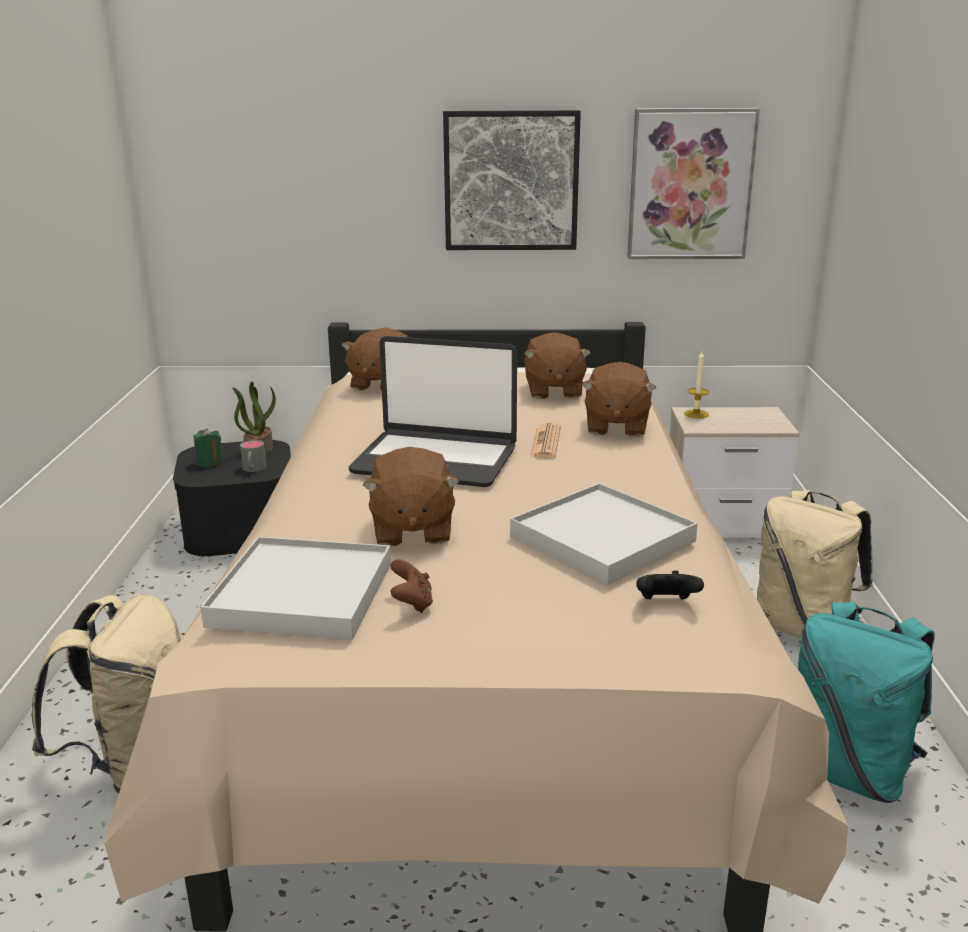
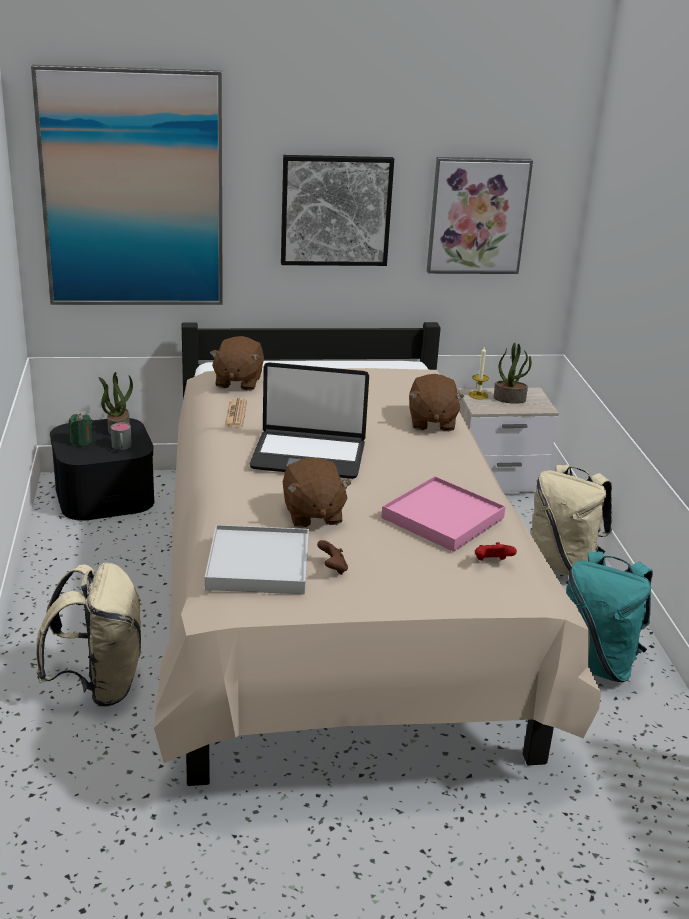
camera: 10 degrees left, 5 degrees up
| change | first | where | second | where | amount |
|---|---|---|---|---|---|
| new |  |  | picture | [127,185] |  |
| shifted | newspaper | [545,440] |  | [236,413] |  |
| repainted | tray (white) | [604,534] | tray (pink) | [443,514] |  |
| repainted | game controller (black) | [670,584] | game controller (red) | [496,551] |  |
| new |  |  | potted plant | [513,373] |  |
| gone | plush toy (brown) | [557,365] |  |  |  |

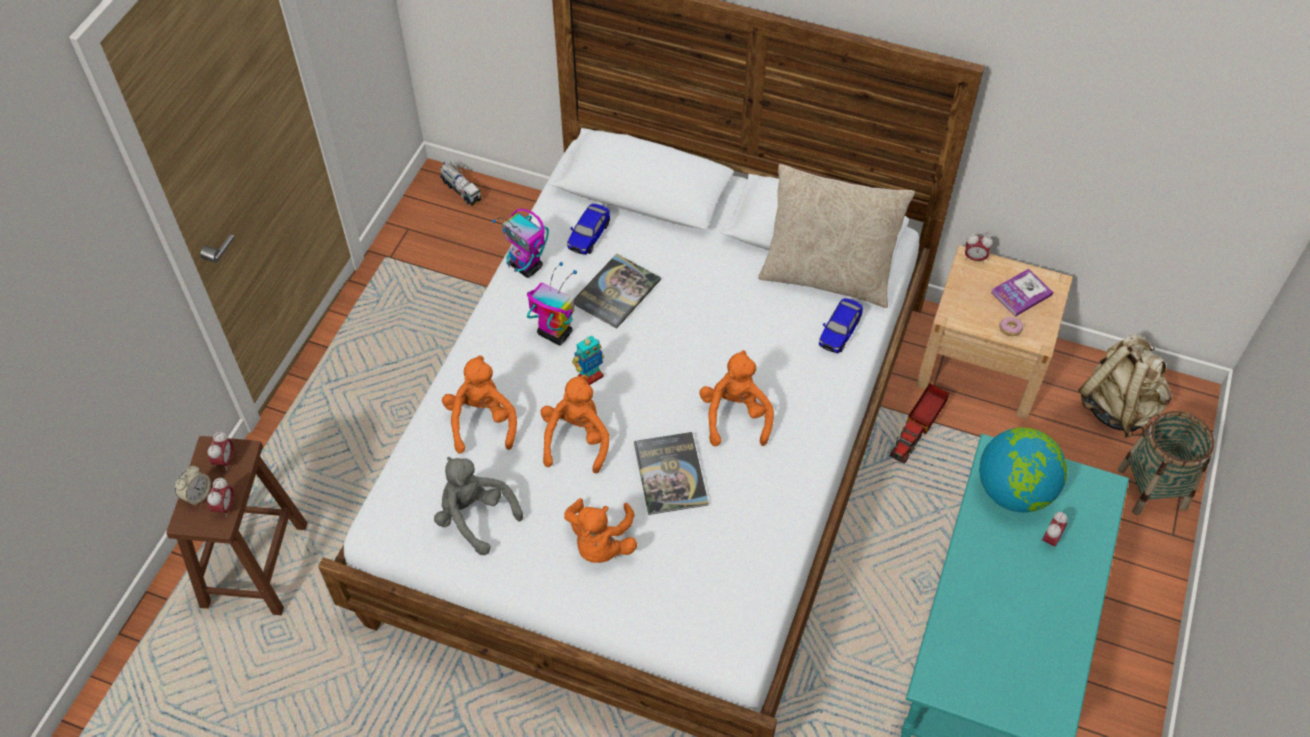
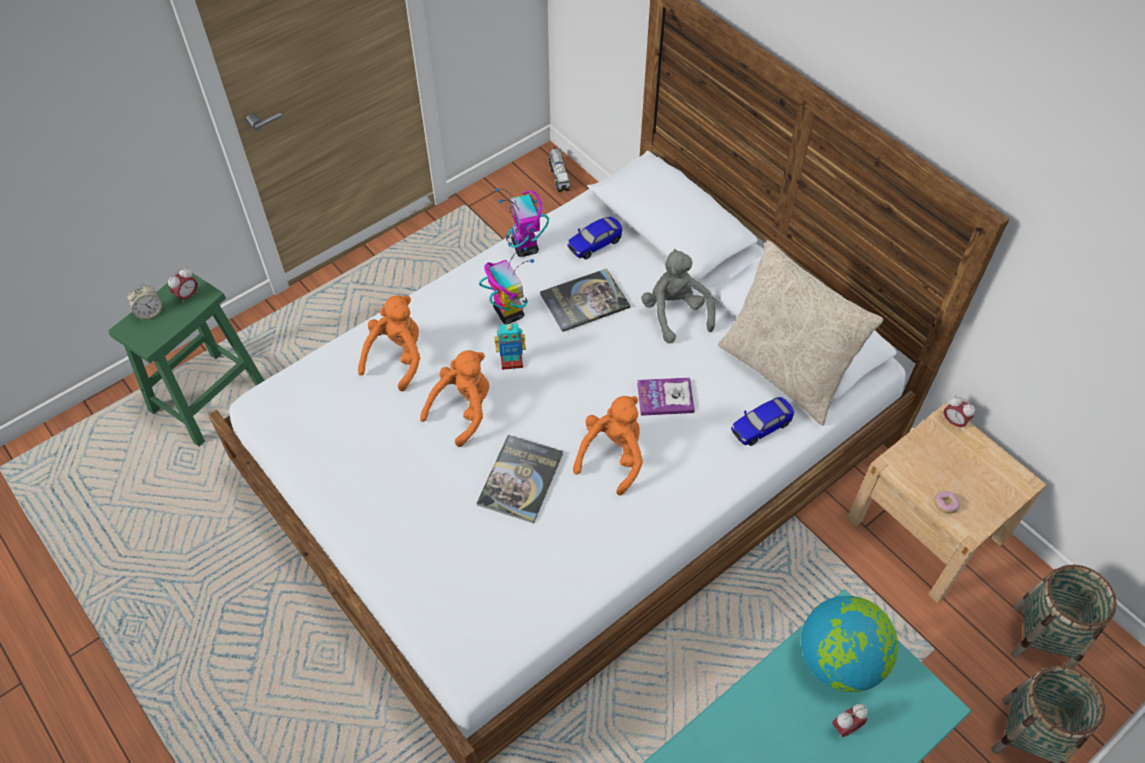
camera: 30 degrees right, 0 degrees up
| change | first | where | second | where | amount |
|---|---|---|---|---|---|
| repainted | stool (brown) | [237,525] | stool (green) | [186,360] |  |
| shifted | book | [1022,292] |  | [666,396] |  |
| shifted | plush toy (grey) | [478,506] |  | [678,296] |  |
| swapped | backpack (beige) | [1125,386] | basket | [1064,616] |  |
| gone | alarm clock | [220,497] |  |  |  |
| gone | plush toy (orange) | [600,530] |  |  |  |
| gone | toy truck | [919,423] |  |  |  |

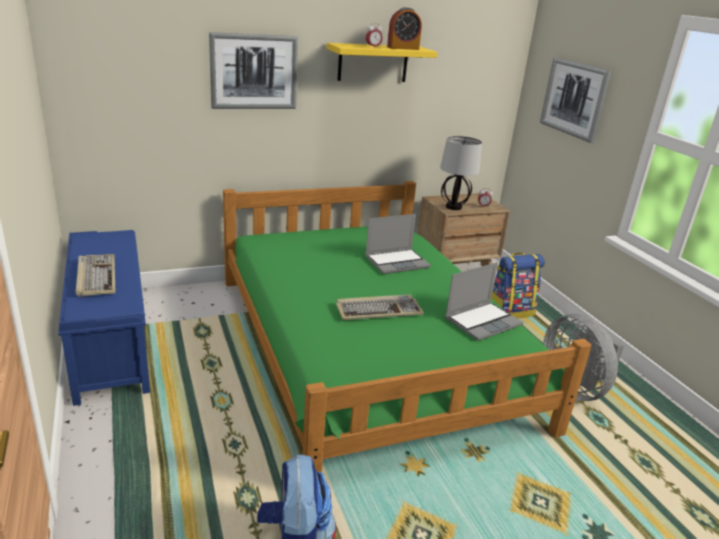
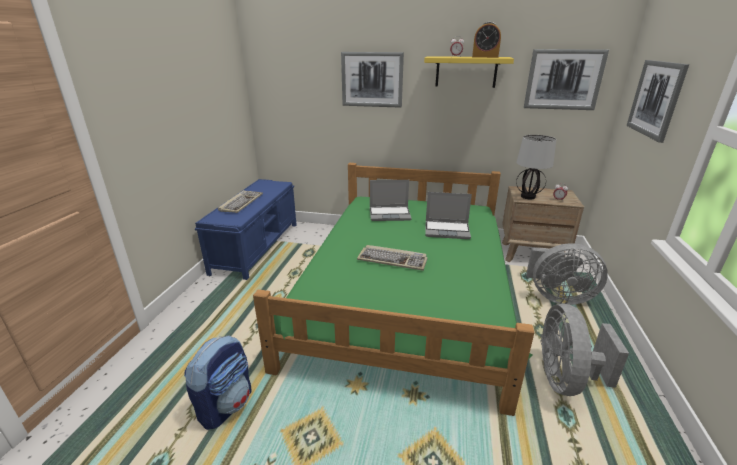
camera: 35 degrees right, 0 degrees up
| change | first | where | second | where | amount |
|---|---|---|---|---|---|
| shifted | laptop | [484,301] |  | [391,200] |  |
| new |  |  | picture | [566,79] |  |
| swapped | backpack | [518,285] | fan (grey) | [567,274] |  |

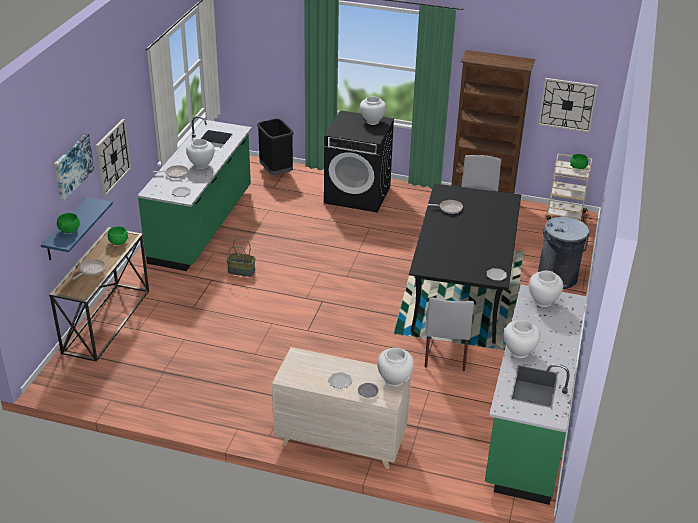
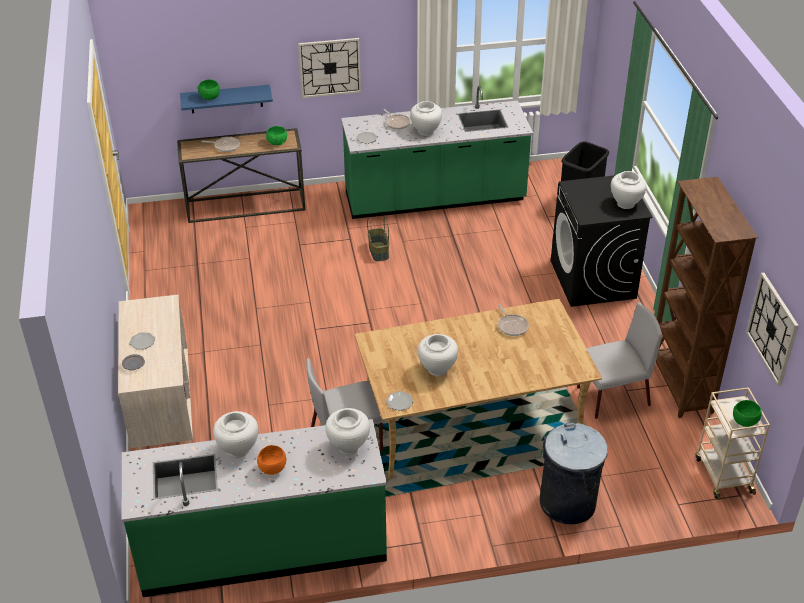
camera: 65 degrees right, 5 degrees up
| change | first | where | second | where | amount |
|---|---|---|---|---|---|
| new |  |  | bowl (orange) | [271,460] |  |
| repainted | dining table (black) | [465,264] | dining table (beige) | [478,389] |  |
| shifted | vase (white) | [395,367] |  | [438,355] |  |
| gone | picture | [74,167] |  |  |  |

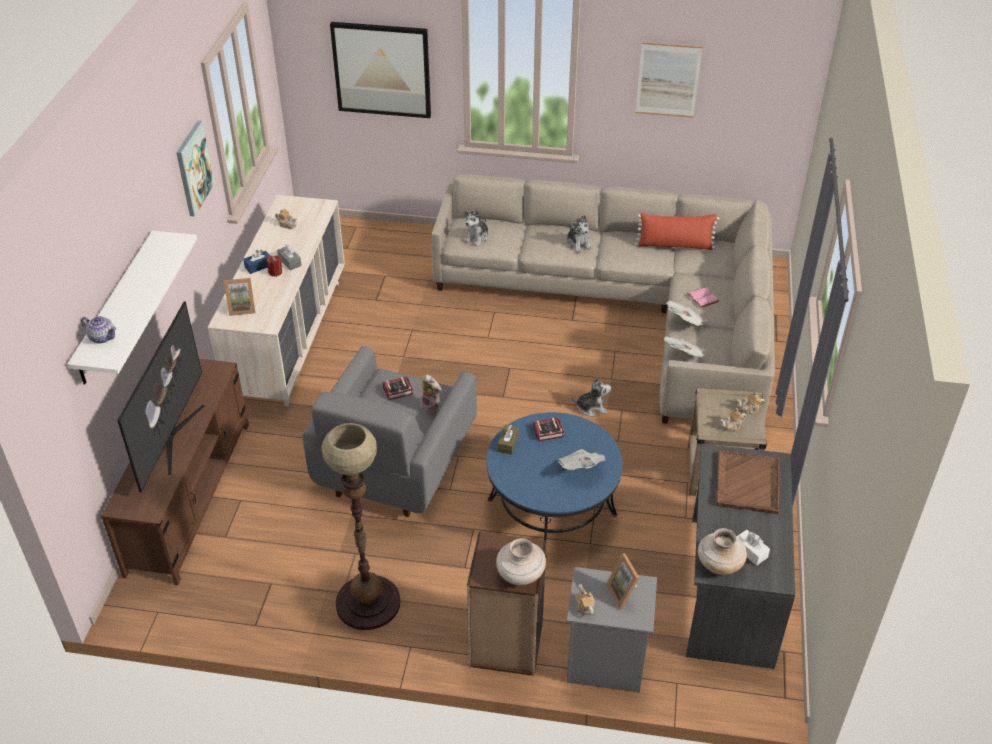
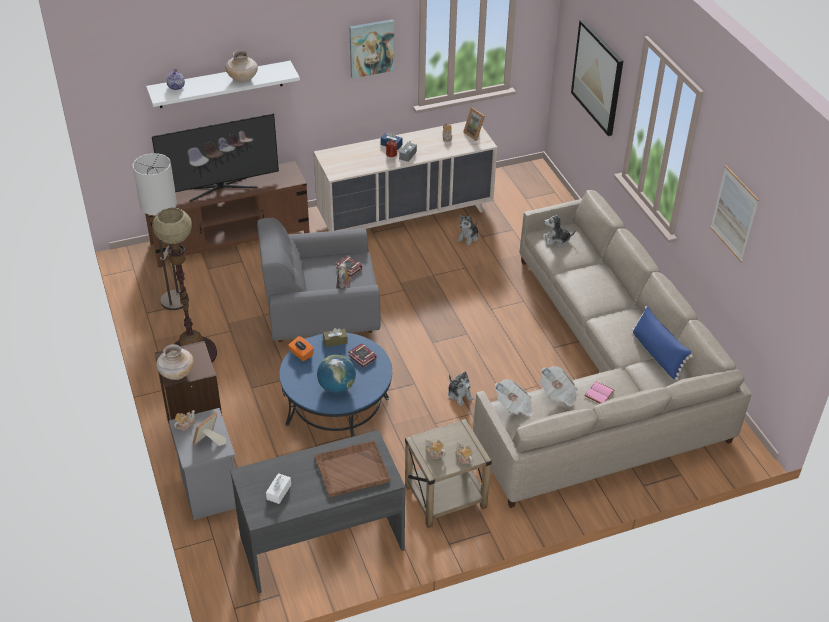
camera: 60 degrees right, 0 degrees up
| change | first | where | second | where | amount |
|---|---|---|---|---|---|
| new |  |  | floor lamp | [161,231] |  |
| shifted | vase (beige) | [722,551] |  | [241,66] |  |
| new |  |  | tissue box (orange) | [301,348] |  |
| swapped | newspaper | [581,459] | globe | [336,374] |  |
| shifted | plush toy | [579,234] |  | [468,230] |  |
| shifted | picture frame | [240,297] |  | [474,124] |  |
| repainted | pillow (red) | [677,231] | pillow (blue) | [662,343] |  |

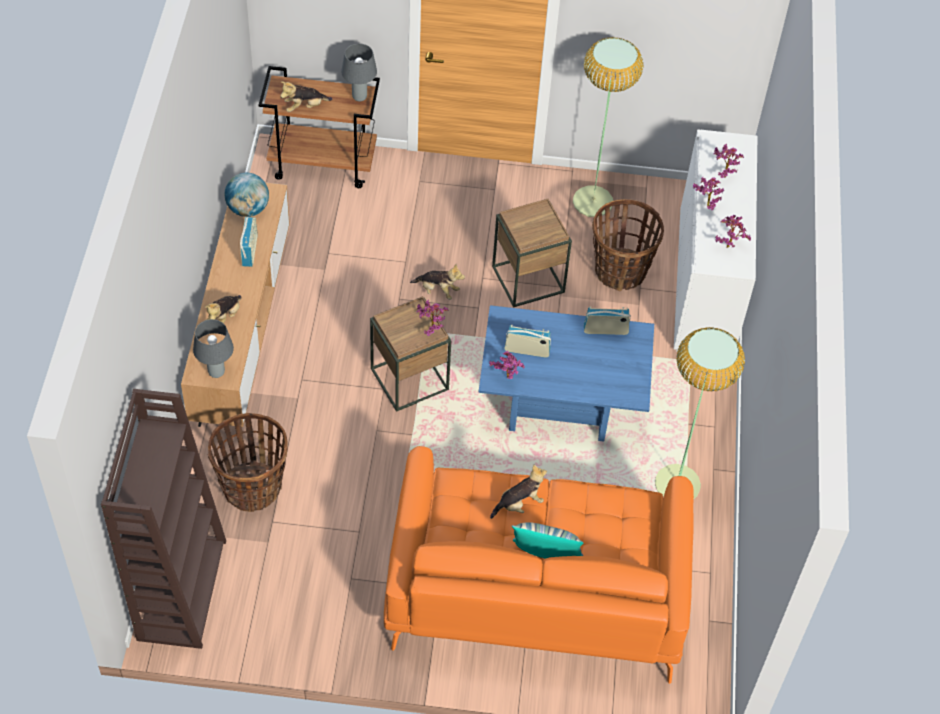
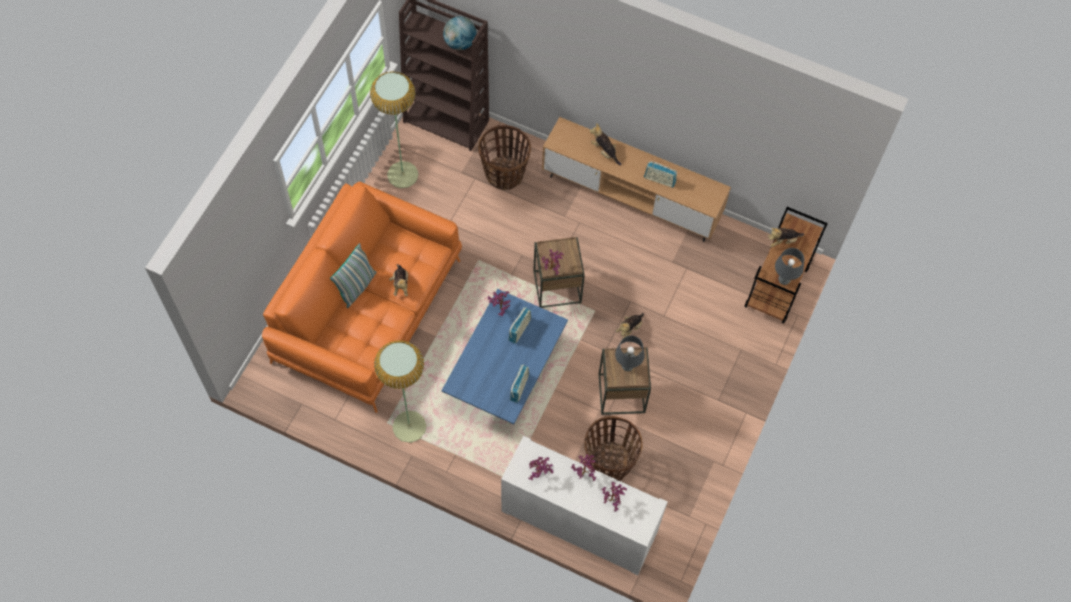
camera: 110 degrees right, 10 degrees up
| change | first | where | second | where | amount |
|---|---|---|---|---|---|
| shifted | floor lamp | [608,127] |  | [394,129] |  |
| shifted | globe | [246,195] |  | [459,33] |  |
| shifted | table lamp (grey) | [213,348] |  | [630,353] |  |
| rotated | plush toy | [306,96] |  | [786,237] | 105 degrees counterclockwise |

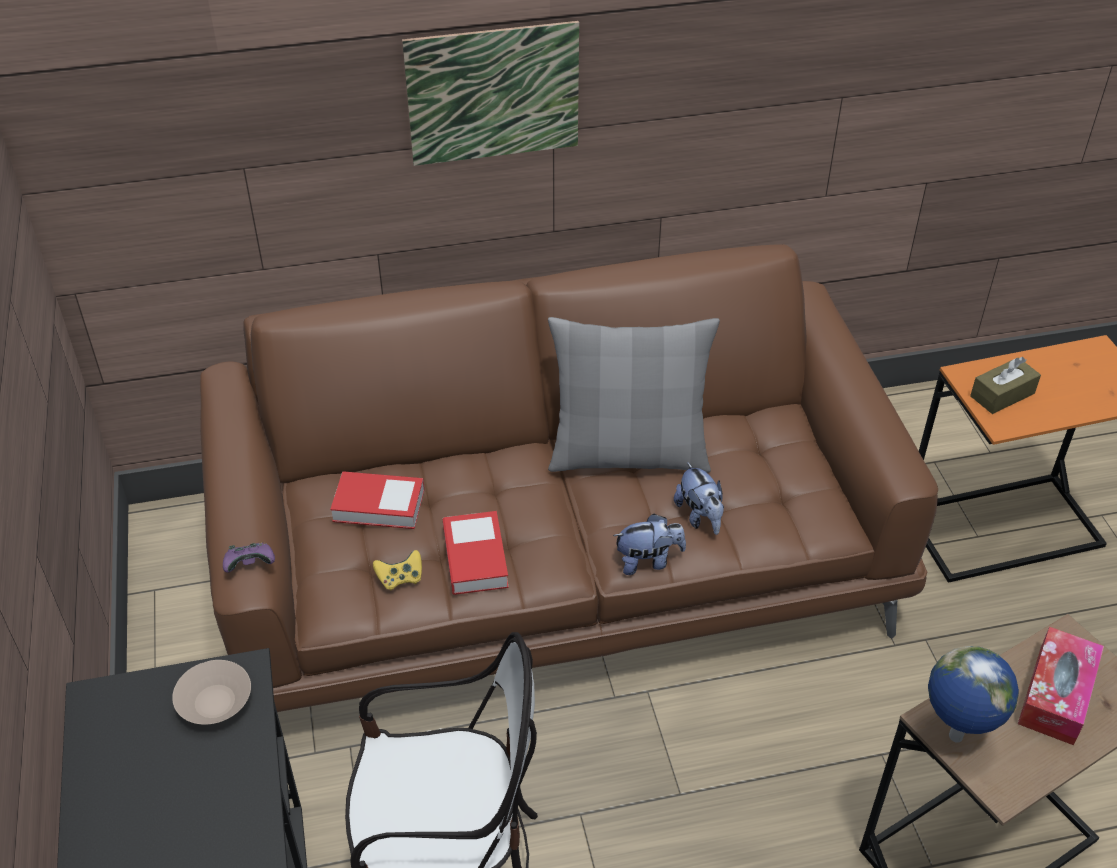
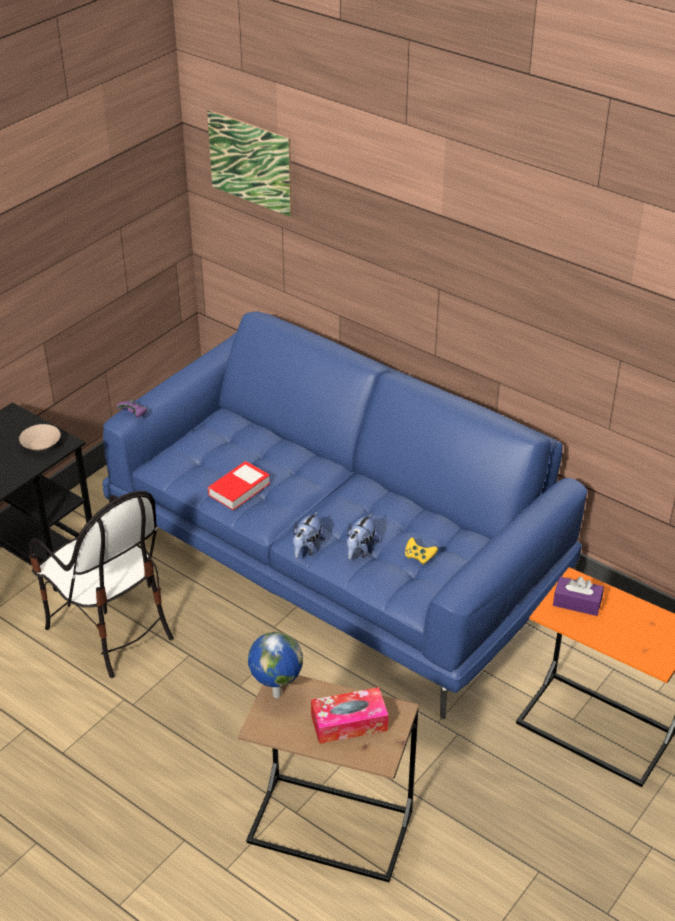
camera: 50 degrees right, 5 degrees down
| change | first | where | second | where | amount |
|---|---|---|---|---|---|
| repainted | sofa (brown) | [569,478] | sofa (blue) | [345,515] |  |
| shifted | picture | [490,93] |  | [249,163] |  |
| rotated | plush toy | [649,544] |  | [309,535] | 75 degrees clockwise |
| shifted | game controller (yellow) | [397,570] |  | [421,551] |  |
| repainted | tissue box (brown) | [1005,385] | tissue box (purple) | [578,596] |  |
| gone | book | [377,500] |  |  |  |
| gone | pillow (grey) | [634,395] |  |  |  |

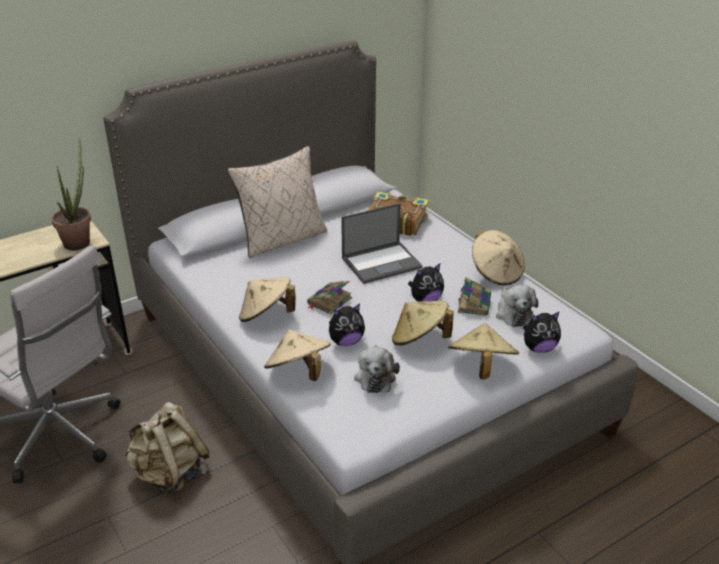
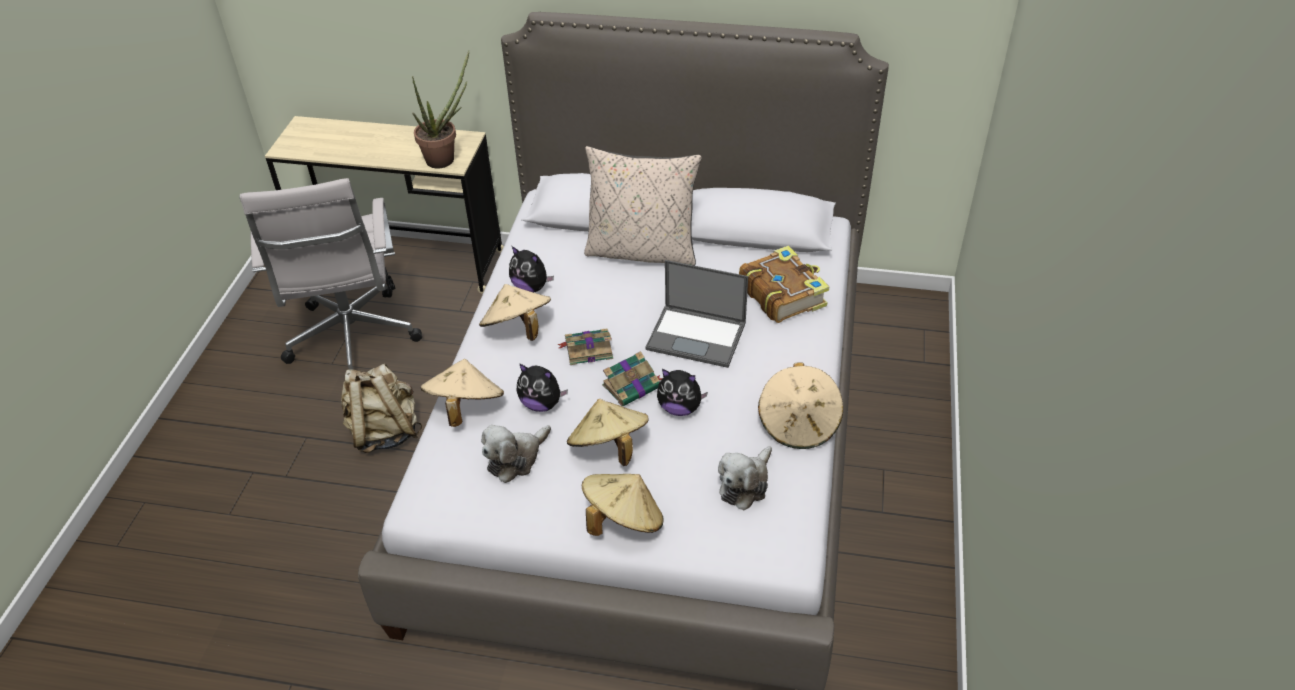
camera: 45 degrees right, 10 degrees up
| change | first | where | second | where | amount |
|---|---|---|---|---|---|
| shifted | plush toy | [542,332] |  | [531,269] |  |
| shifted | book | [474,296] |  | [632,378] |  |

